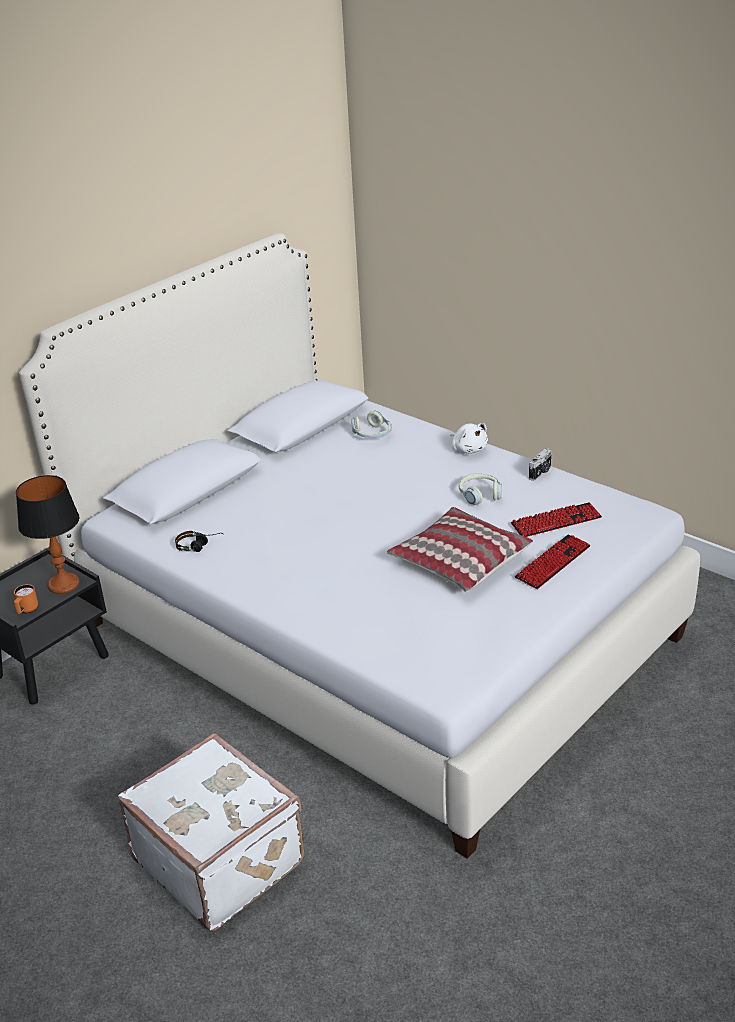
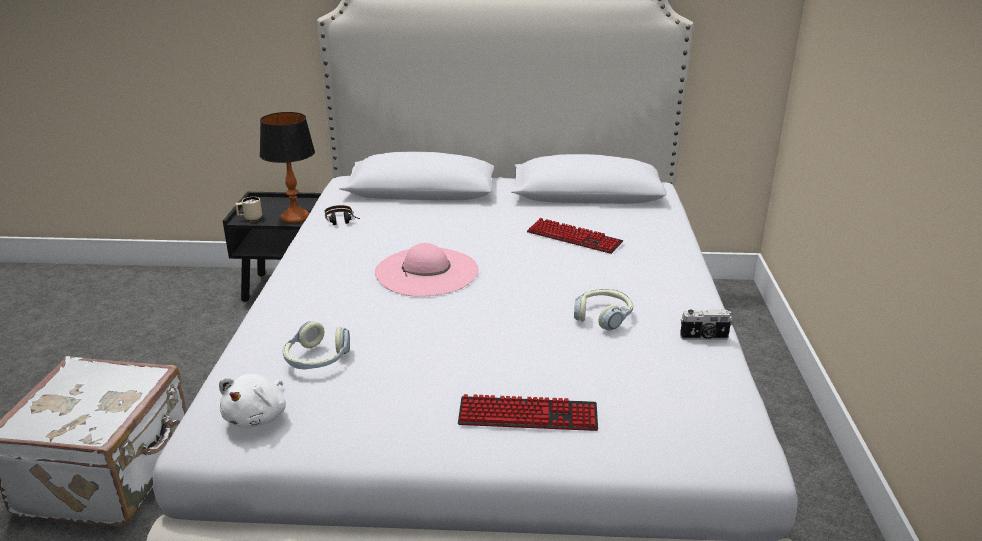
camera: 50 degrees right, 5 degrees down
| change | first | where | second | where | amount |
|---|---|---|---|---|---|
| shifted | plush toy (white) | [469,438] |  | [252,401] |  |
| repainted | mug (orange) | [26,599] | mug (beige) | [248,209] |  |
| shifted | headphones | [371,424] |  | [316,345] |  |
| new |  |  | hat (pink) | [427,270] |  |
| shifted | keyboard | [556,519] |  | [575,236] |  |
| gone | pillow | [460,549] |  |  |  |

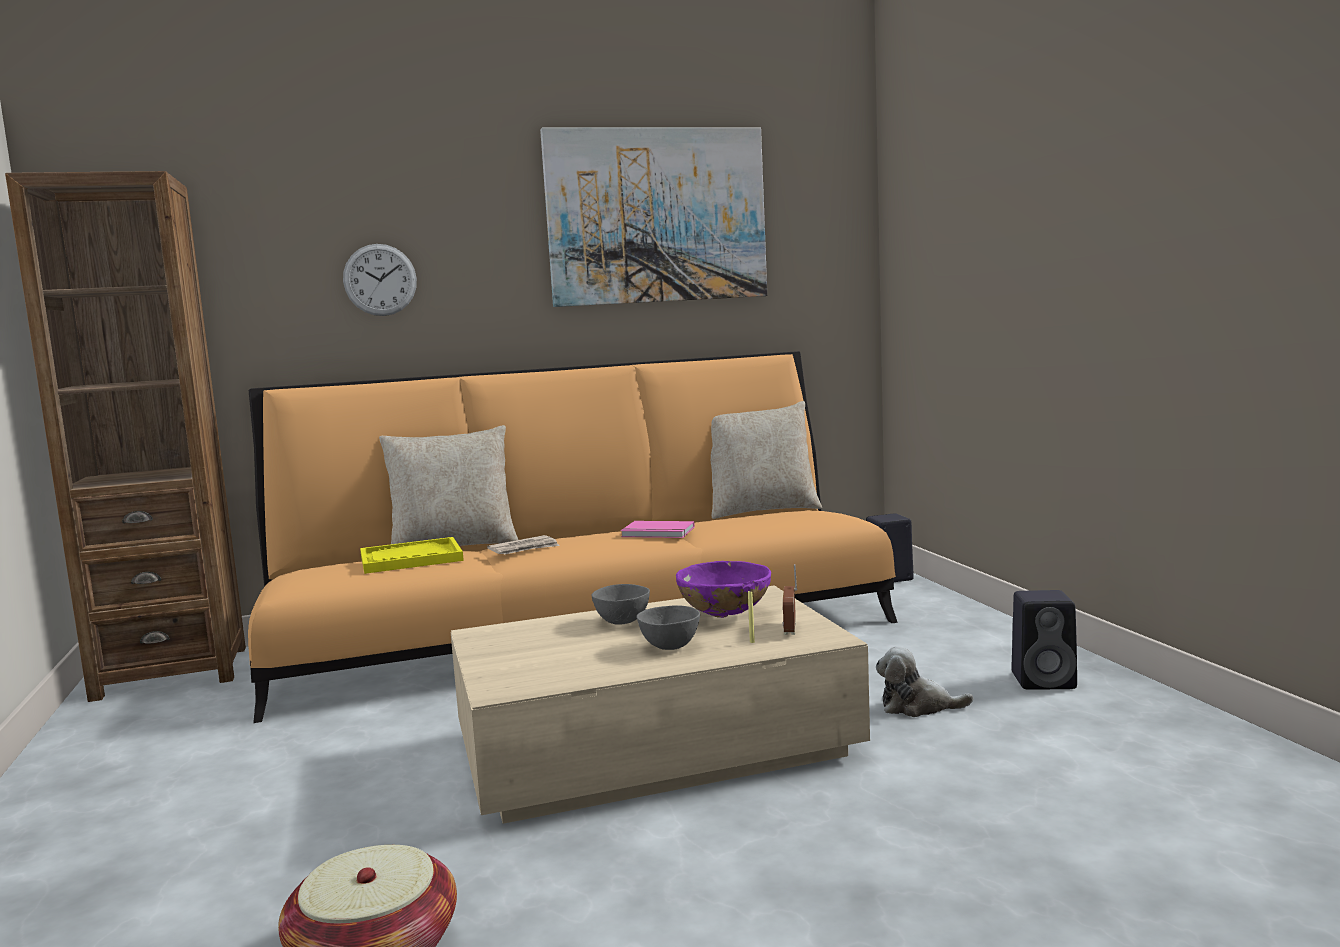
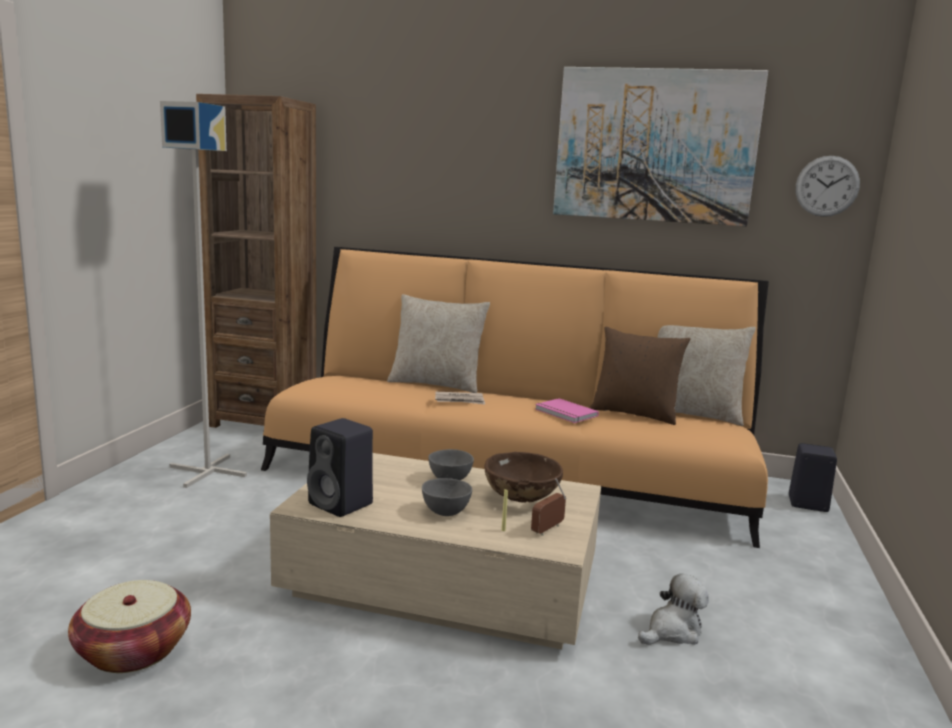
camera: 30 degrees right, 5 degrees up
| change | first | where | second | where | amount |
|---|---|---|---|---|---|
| new |  |  | floor lamp (grey) | [203,294] |  |
| shifted | speaker (black) | [1044,640] |  | [340,467] |  |
| repainted | bowl (purple) | [723,589] | bowl (brown) | [524,477] |  |
| new |  |  | pillow (brown) | [640,376] |  |
| rotated | plush toy | [924,681] |  | [673,609] | 105 degrees clockwise |
| shifted | wall clock | [380,280] |  | [828,186] |  |
| gone | tray (yellow) | [412,555] |  |  |  |

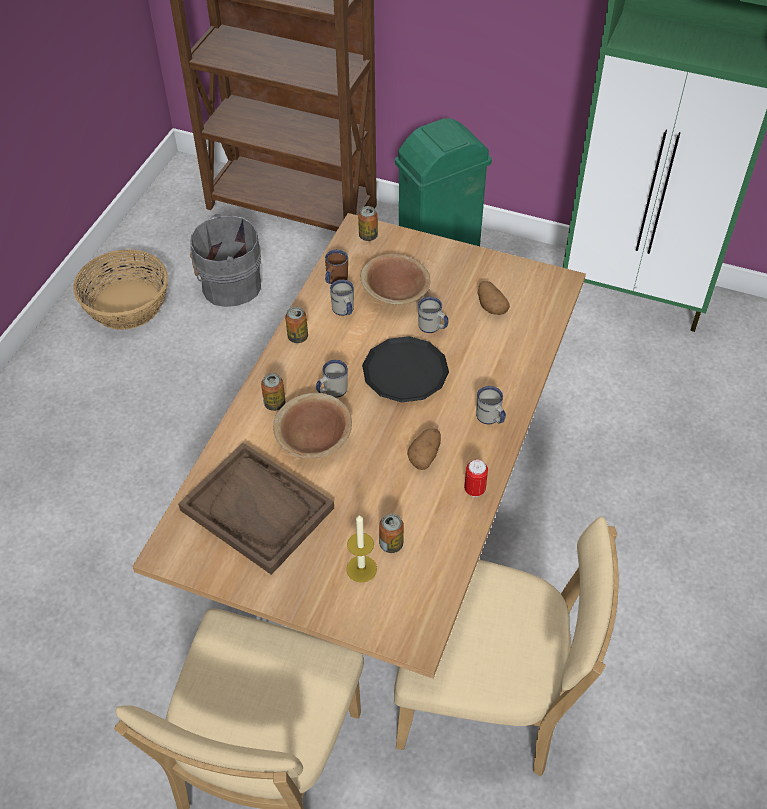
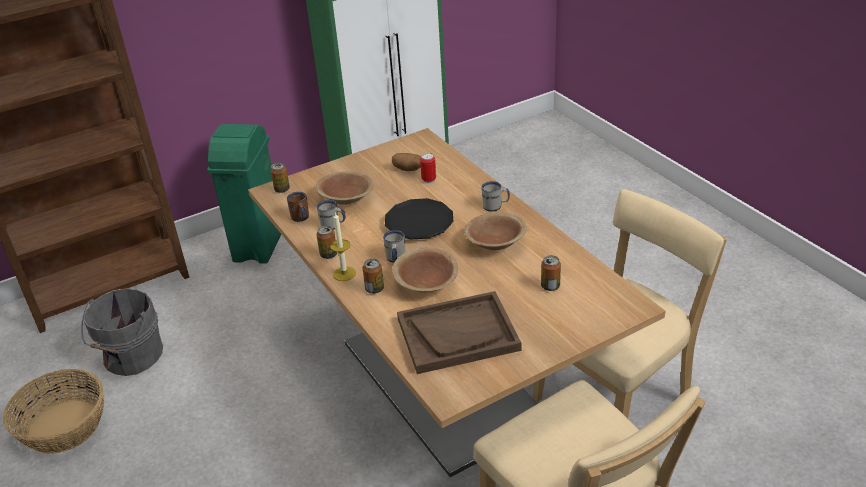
camera: 50 degrees left, 15 degrees down
| change | first | where | second | where | amount |
|---|---|---|---|---|---|
| shifted | candle | [361,548] |  | [343,246] |  |
| shifted | can | [476,478] |  | [428,168] |  |
| swapped | potato | [424,449] | bowl (brown) | [495,231] |  |
| gone | mug (white) | [433,315] |  |  |  |

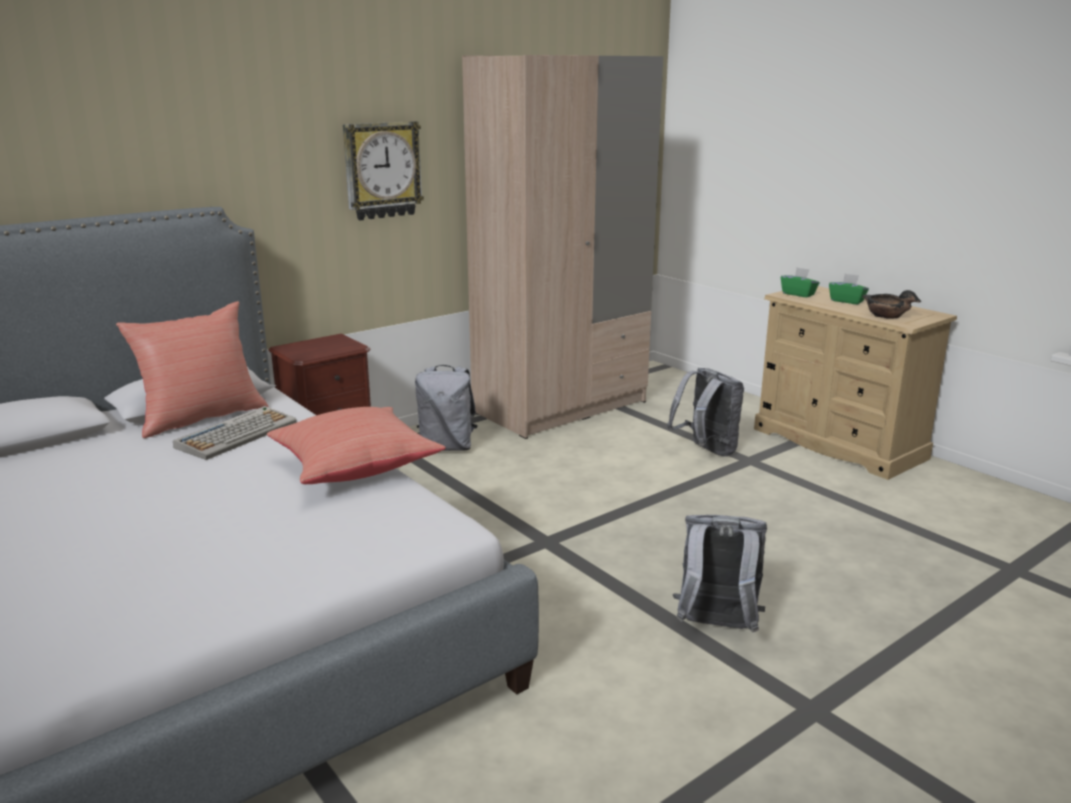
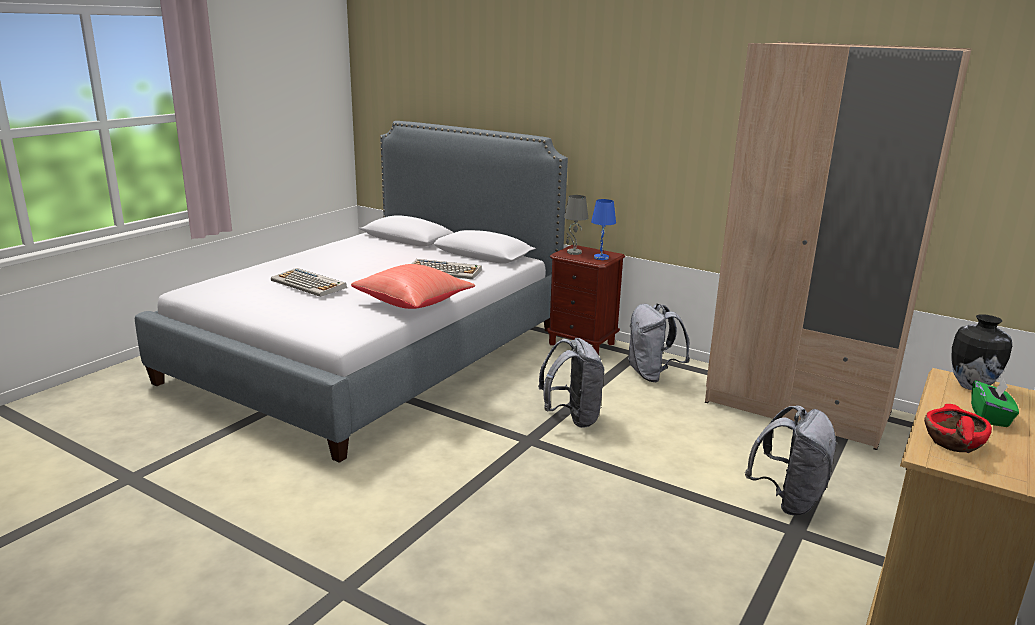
camera: 70 degrees right, 0 degrees up
| change | first | where | second | where | amount |
|---|---|---|---|---|---|
| new |  |  | keyboard | [309,282] |  |
| shifted | backpack (grey) | [720,573] |  | [571,383] |  |
| new |  |  | table lamp (grey) | [576,225] |  |
| new |  |  | table lamp (blue) | [603,229] |  |
| repainted | bowl (black) | [891,304] | bowl (red) | [958,428] |  |
| swapped | tissue box (green) | [800,282] | vase | [981,352] |  |
| gone | pillow (red) | [192,369] |  |  |  |
| gone | wall clock | [383,170] |  |  |  |

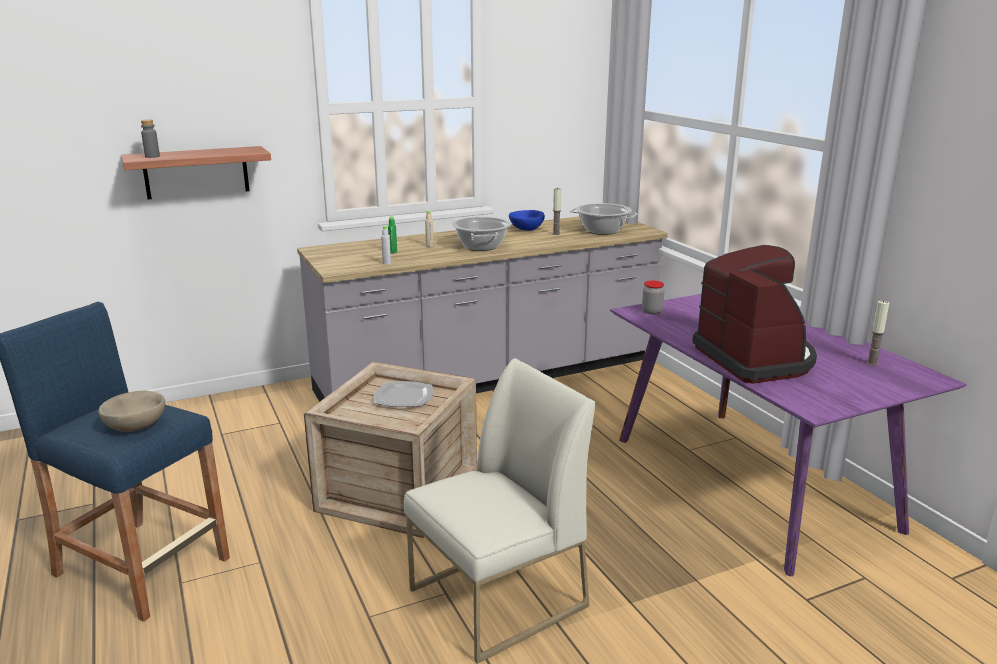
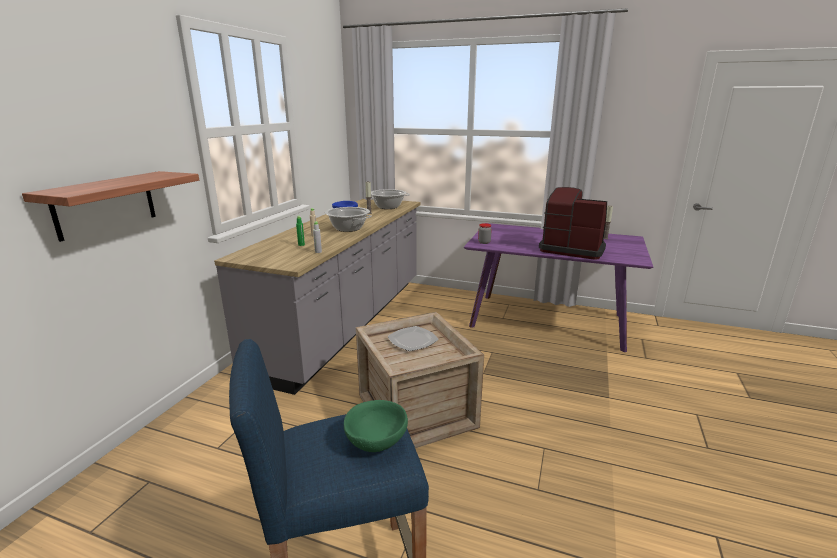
camera: 45 degrees left, 0 degrees up
| change | first | where | second | where | amount |
|---|---|---|---|---|---|
| repainted | bowl (beige) | [131,411] | bowl (green) | [376,426] |  |
| gone | bottle (grey) | [150,139] |  |  |  |
| gone | chair (white) | [499,511] |  |  |  |

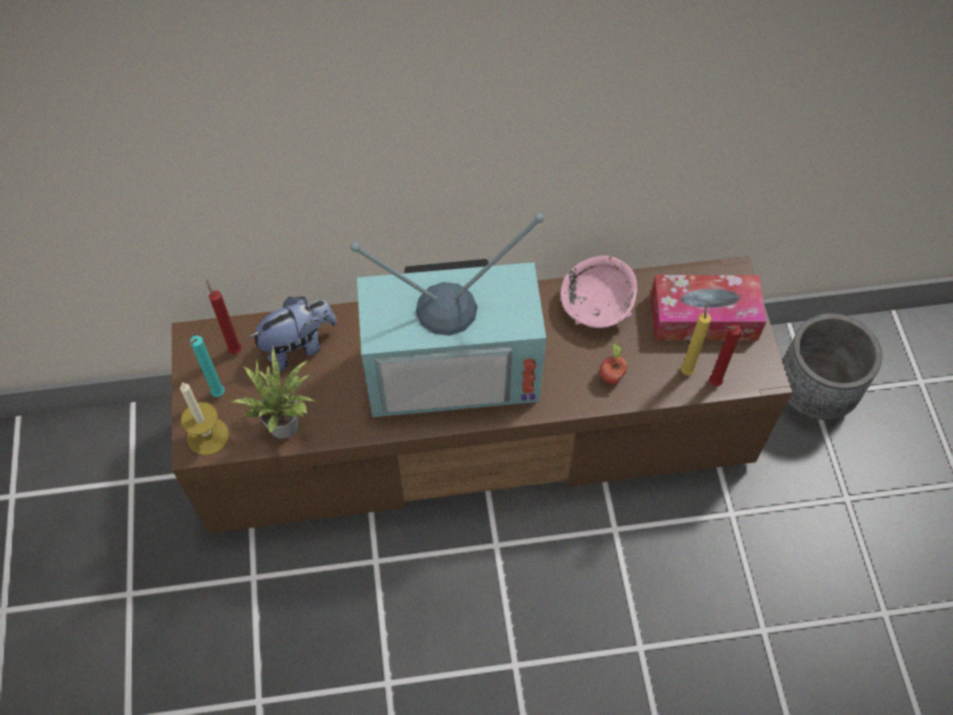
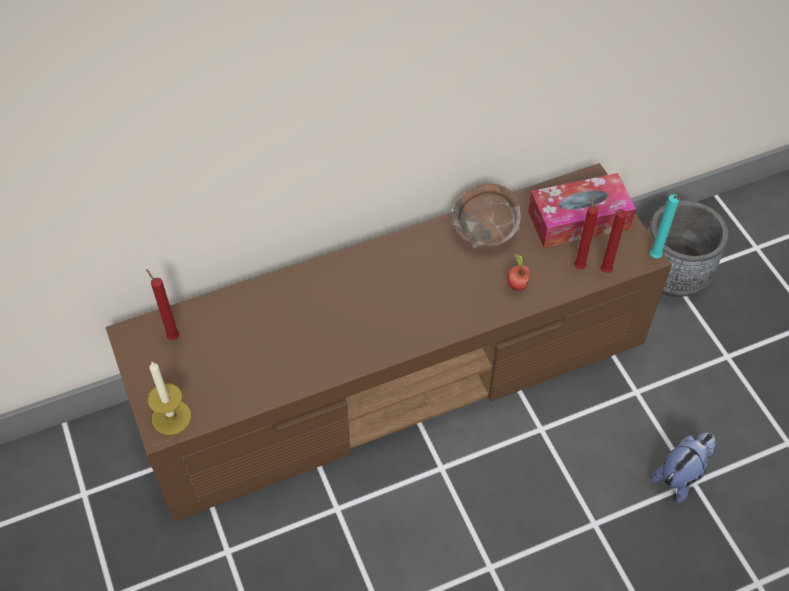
camera: 15 degrees left, 5 degrees down
| change | first | where | second | where | amount |
|---|---|---|---|---|---|
| repainted | bowl (pink) | [599,292] | bowl (brown) | [487,216] |  |
| repainted | candle (yellow) | [696,338] | candle (red) | [586,231] |  |
| shifted | candle (turquoise) | [206,366] |  | [665,226] |  |
| shifted | plush toy | [292,334] |  | [683,467] |  |
| gone | potted plant | [274,393] |  |  |  |
| gone | television | [448,315] |  |  |  |

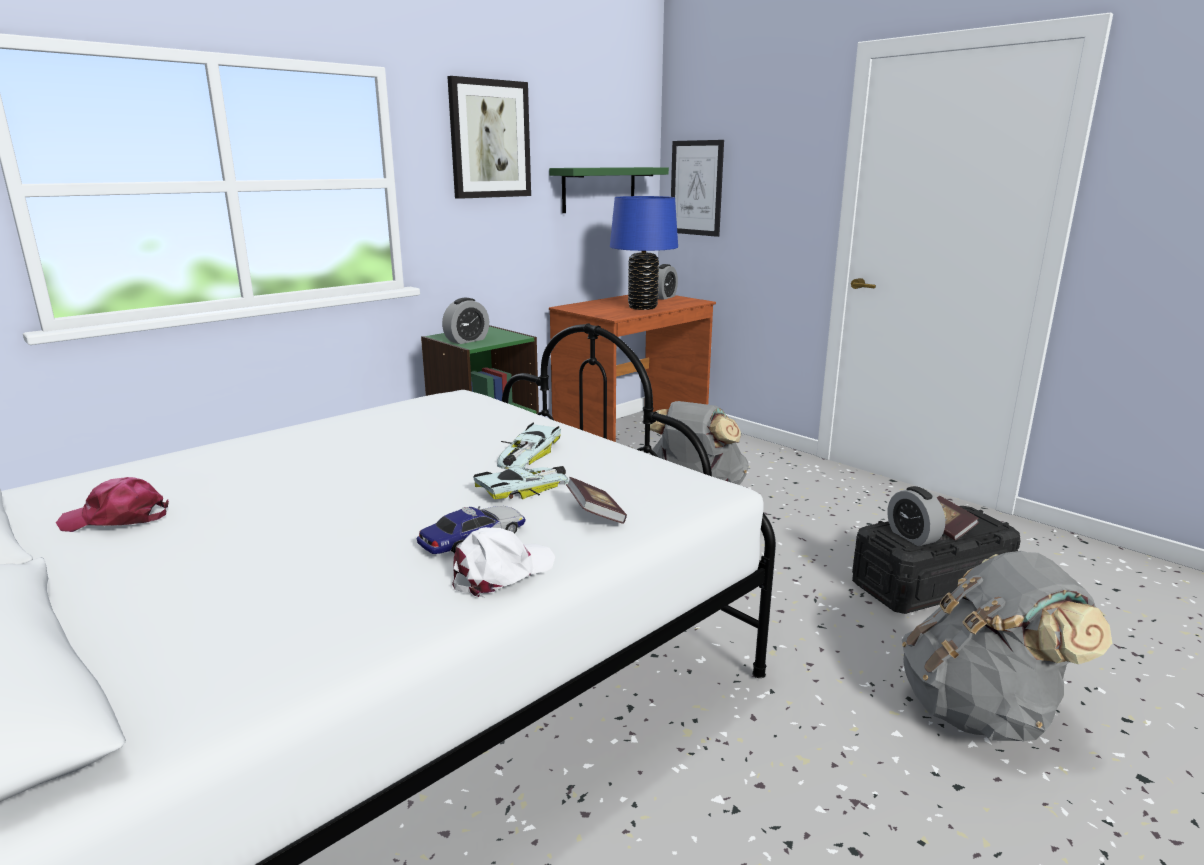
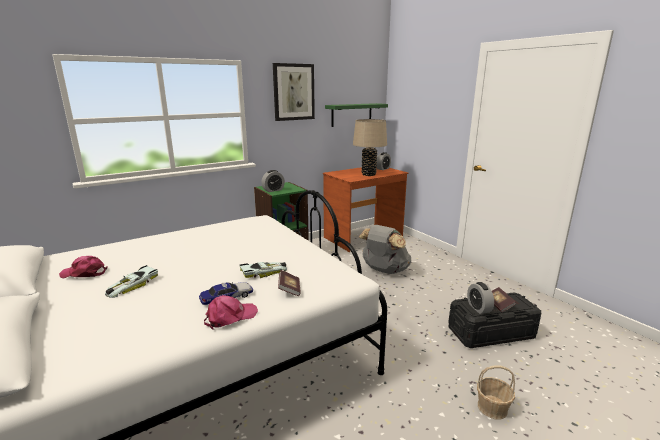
camera: 10 degrees right, 0 degrees up
| change | first | where | second | where | amount |
|---|---|---|---|---|---|
| shifted | toy car | [529,446] |  | [131,281] |  |
| repainted | cap (white) | [503,562] | cap (pink) | [231,312] |  |
| repainted | table lamp (blue) | [644,253] | table lamp (beige) | [370,147] |  |
| swapped | backpack (grey) | [1007,646] | basket | [496,393] |  |
| gone | picture | [697,188] |  |  |  |

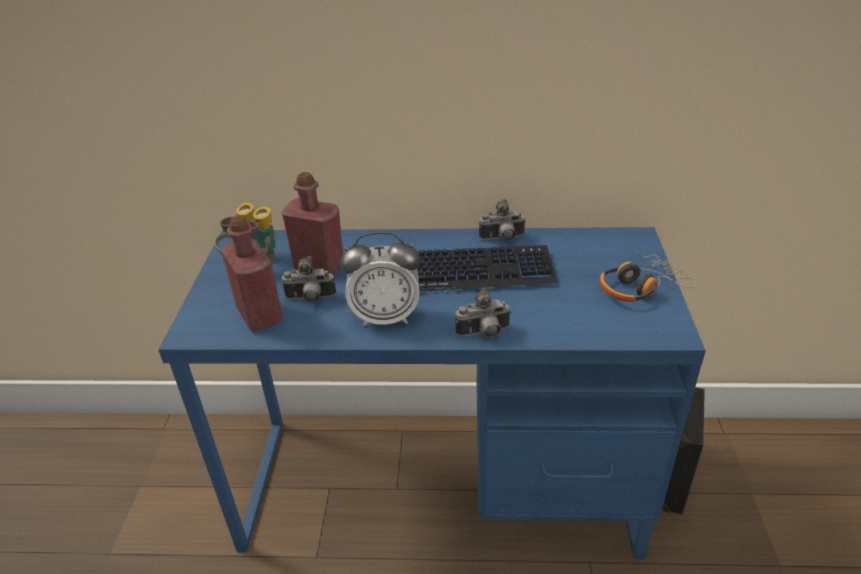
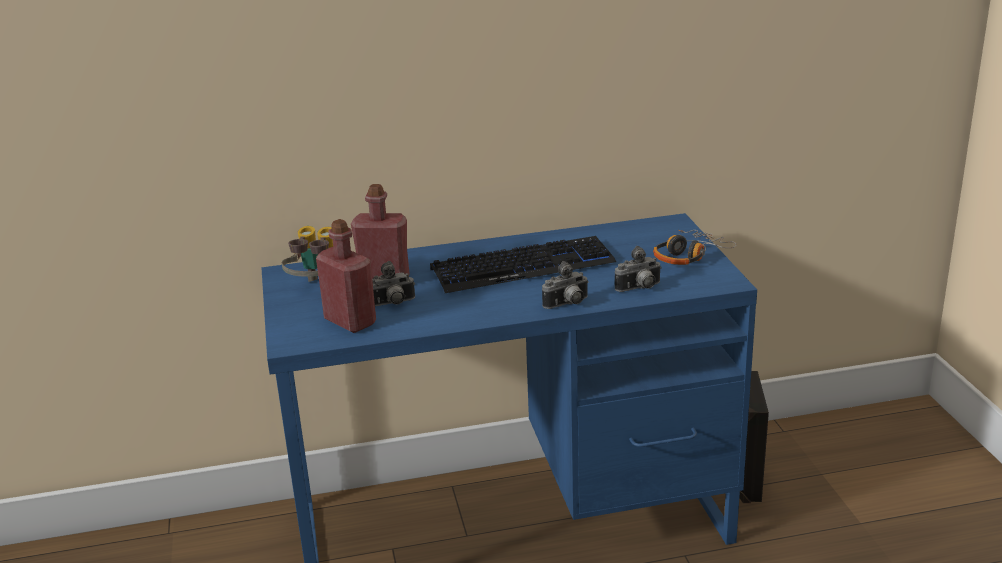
camera: 15 degrees left, 10 degrees down
| change | first | where | second | where | amount |
|---|---|---|---|---|---|
| shifted | photo camera | [502,220] |  | [638,269] |  |
| gone | alarm clock | [380,279] |  |  |  |

